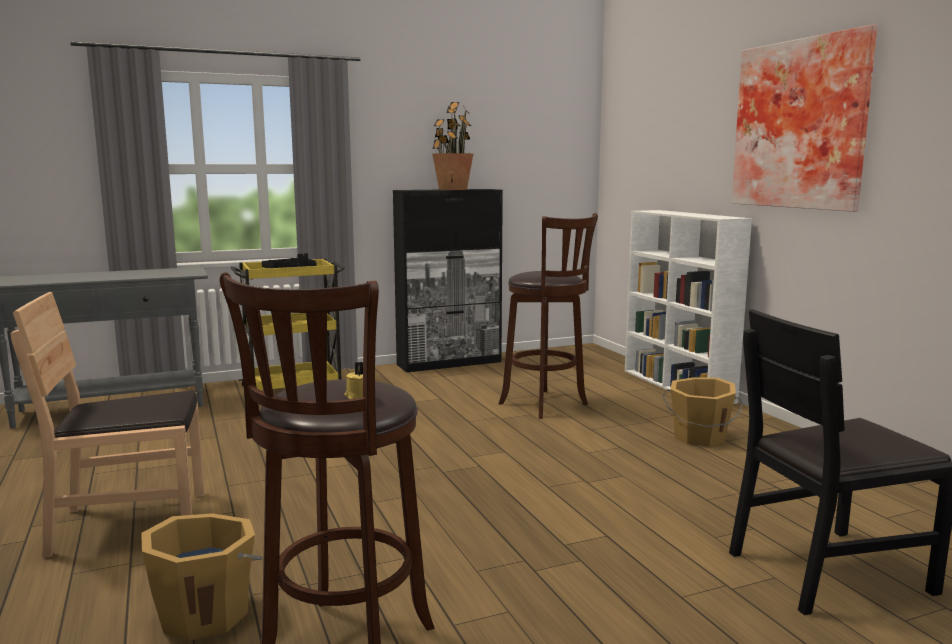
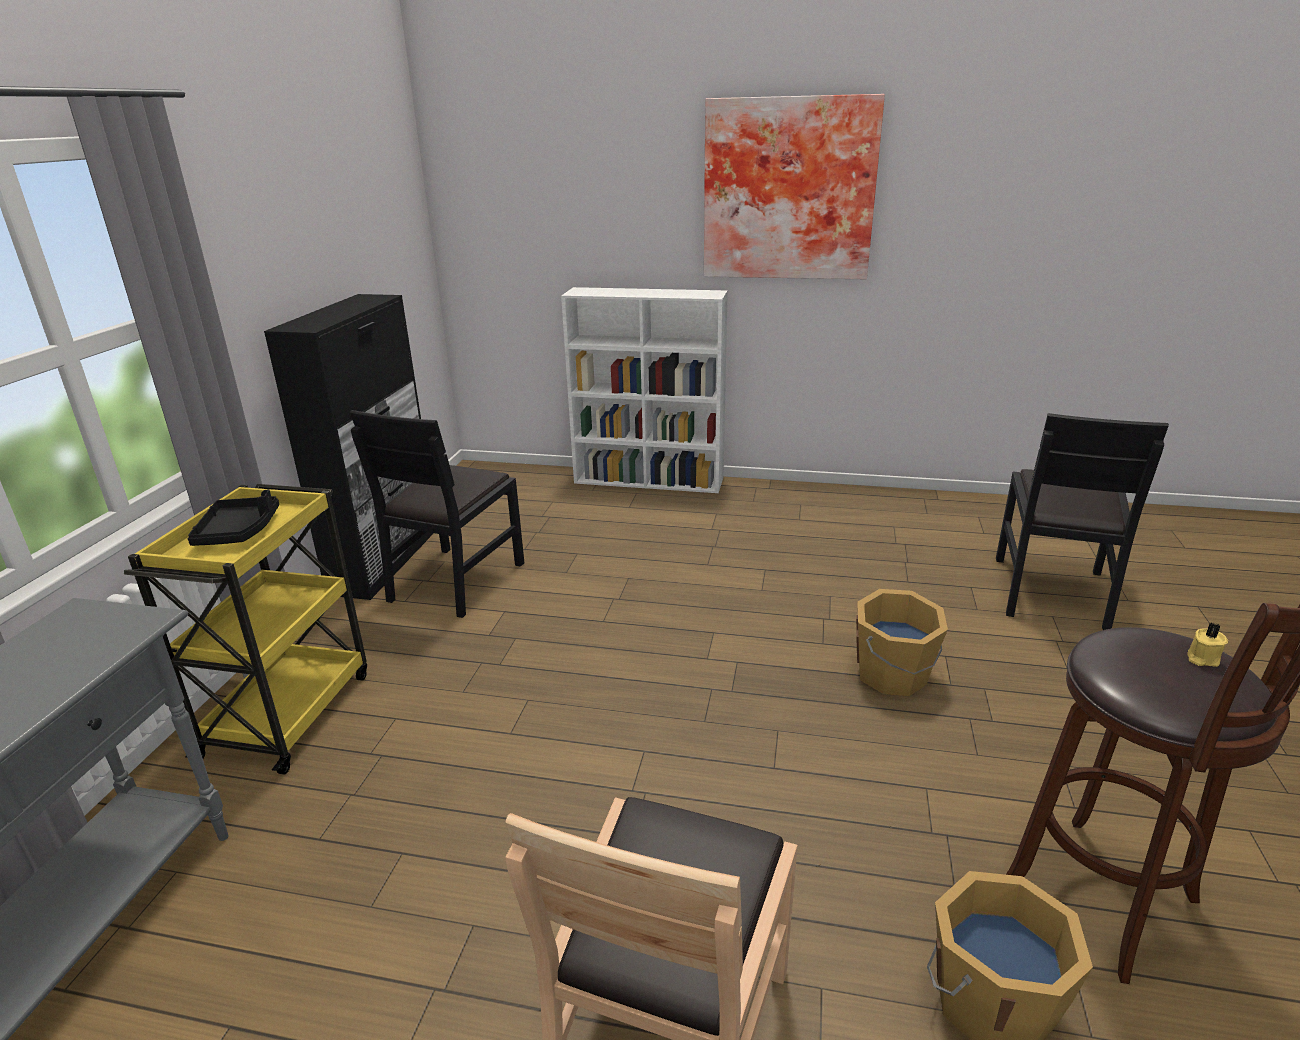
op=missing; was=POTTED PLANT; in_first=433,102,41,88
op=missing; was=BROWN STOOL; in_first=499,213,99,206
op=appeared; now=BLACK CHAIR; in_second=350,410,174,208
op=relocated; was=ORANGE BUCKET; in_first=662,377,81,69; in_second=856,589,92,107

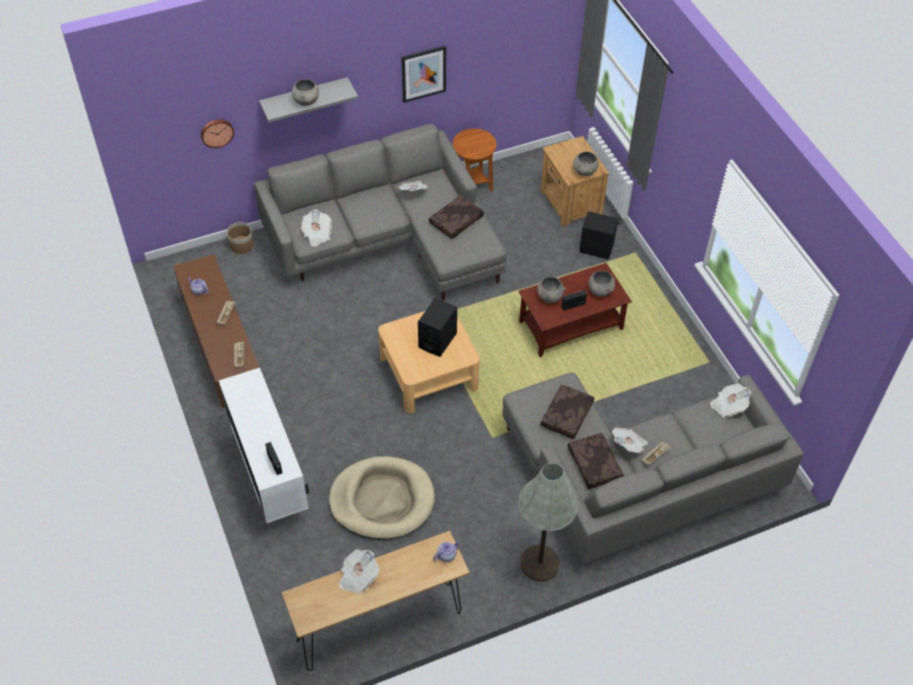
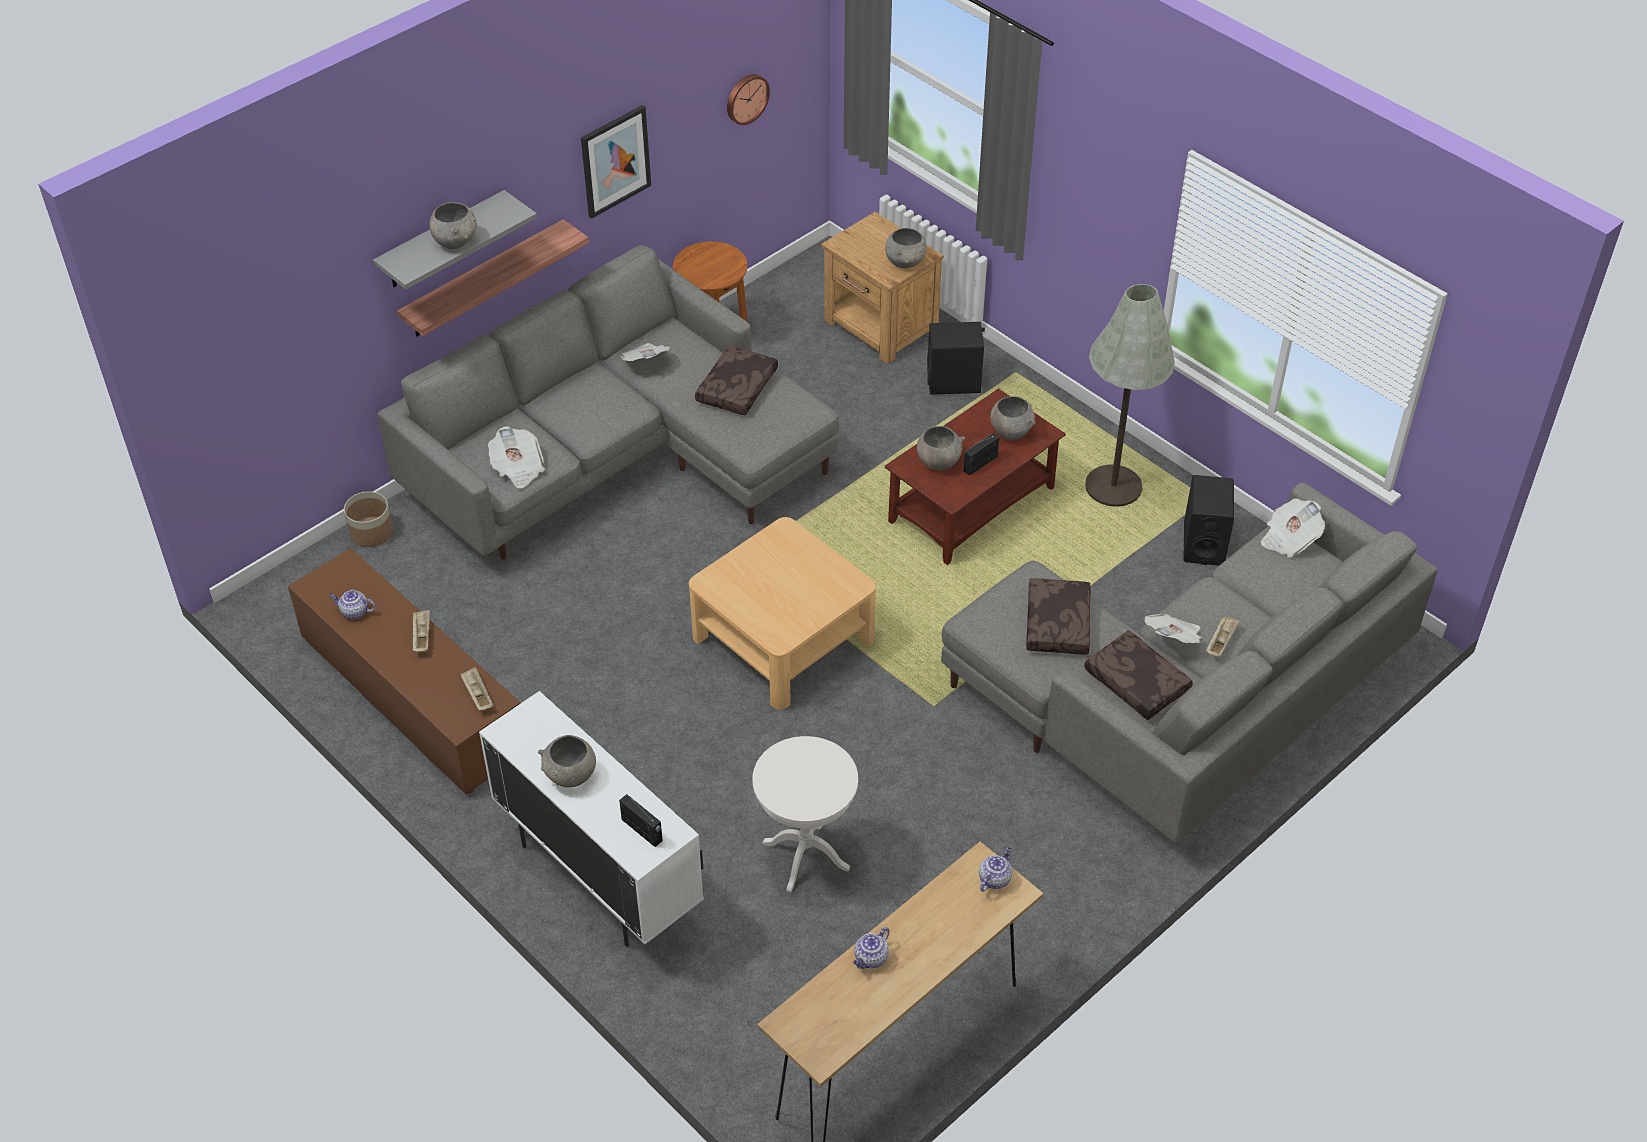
op=appeared; now=SHELF; in_second=397,219,192,118
op=appeared; now=GREY BOWL; in_second=538,735,58,53
op=relocated; was=WALL CLOCK; in_first=201,119,33,29; in_second=727,74,43,51
op=relocated; was=BLACK SPEAKER; in_first=418,298,39,59; in_second=1183,475,51,91
op=relocated; was=GREY FLOOR LAMP; in_first=518,463,60,118; in_second=1085,284,90,223
op=exchanged; was=BEIGE DOG BED; now=WHITE SIDE TABLE; in_first=329,456,106,84; in_second=753,736,105,156
op=exchanged; was=NEWSPAPER; now=TEAPOT; in_first=339,549,40,46; in_second=853,927,36,42

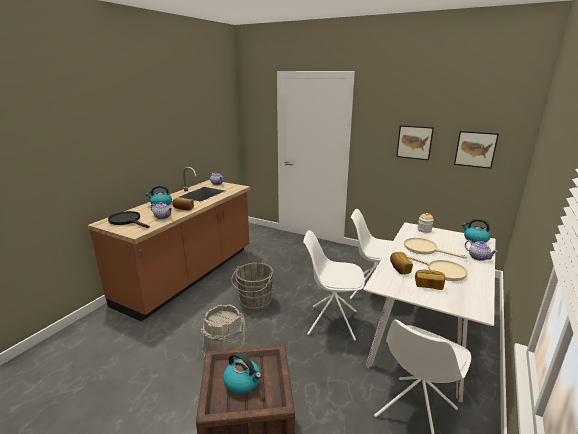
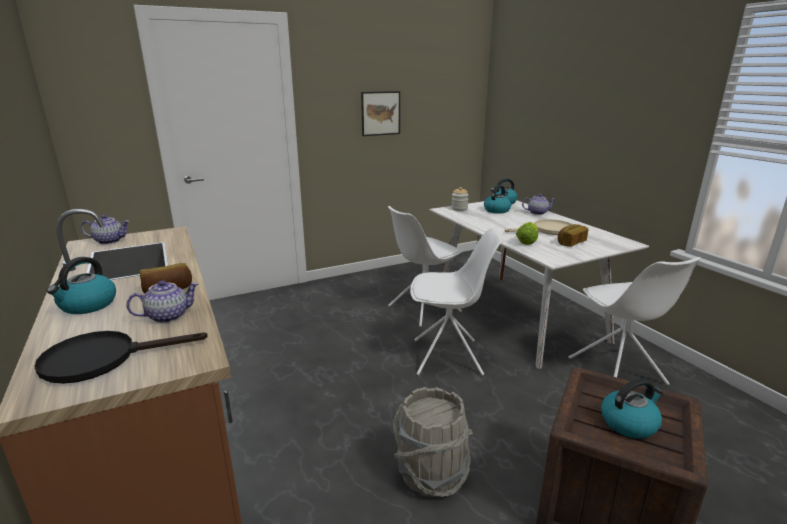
op=missing; was=GREY BUCKET; in_first=231,263,43,47
op=missing; was=BEIGE FRYING PAN; in_first=404,238,63,21
op=missing; was=PICTURE; in_first=454,131,45,38
op=appeared; now=KETTLE; in_second=484,185,27,29
op=exchanged; was=BREAD; now=LETTUCE; in_first=390,252,23,22; in_second=516,222,22,23
op=spun; was=WHITE CHAIR; in_first=303,230,62,111; in_second=410,228,93,148; clockwise=-135

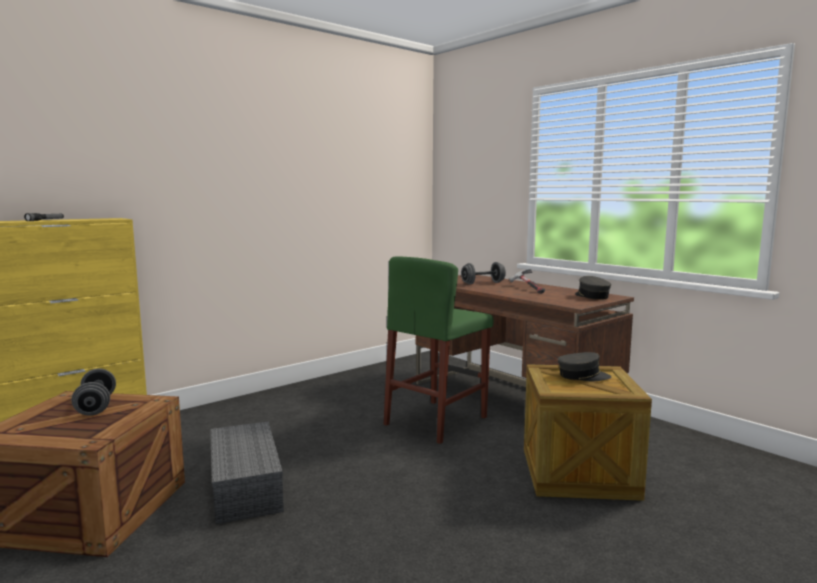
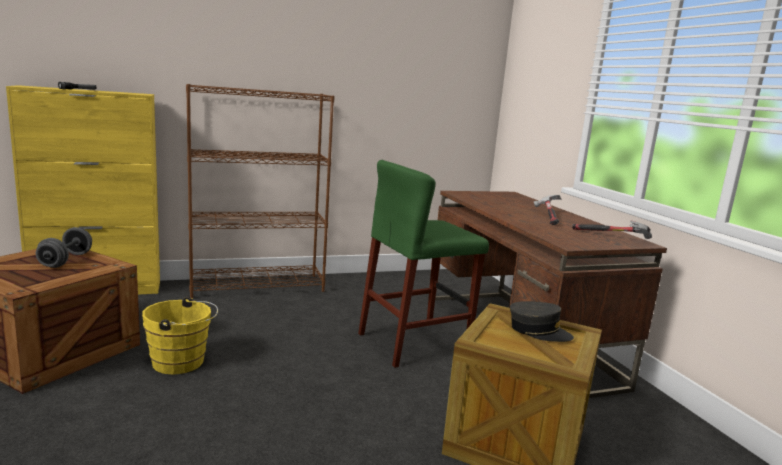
op=missing; was=GREY DUMBBELL; in_first=461,262,45,23
op=appeared; now=BROWN BOOKCASE; in_second=186,84,149,214
op=exchanged; was=GREY STORAGE BOX; now=YELLOW BUCKET; in_first=210,421,74,103; in_second=142,297,76,77
op=exchanged; was=GREY CAP; now=HAMMER; in_first=575,276,36,24; in_second=572,221,80,18

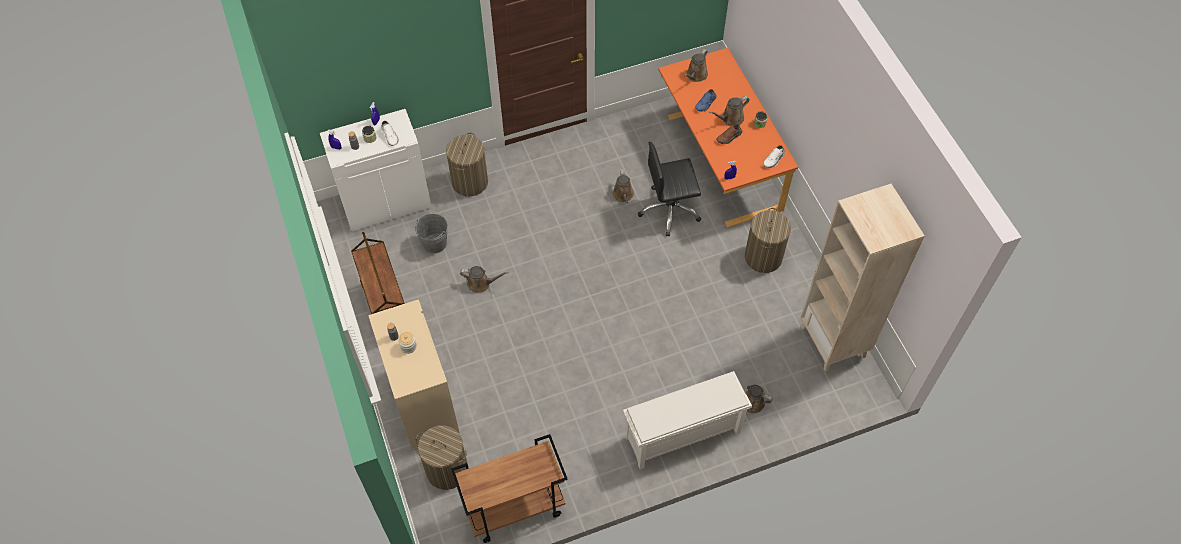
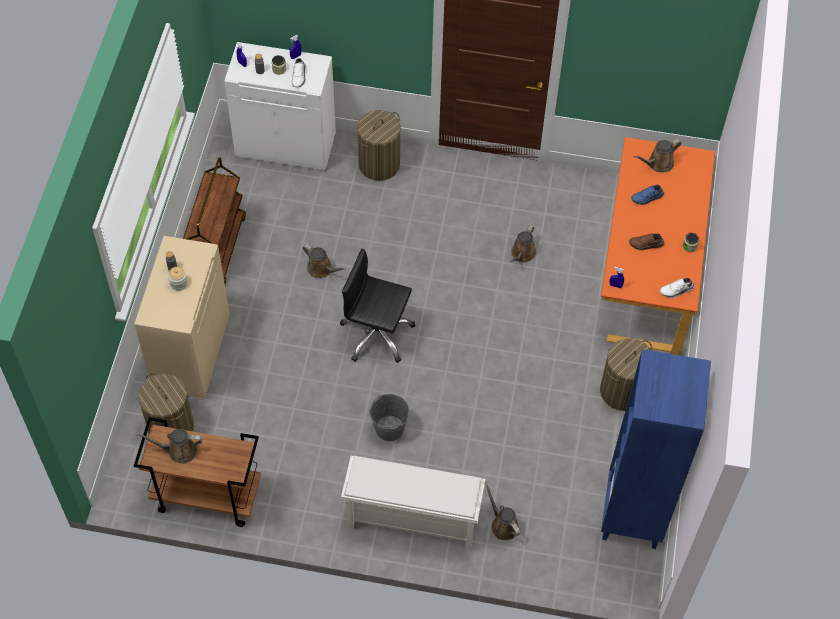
op=relocated; was=GREY BUCKET; in_first=415,214,33,39; in_second=370,394,40,47
op=relocated; was=BLACK OFFICE CHAIR; in_first=638,142,63,95; in_second=340,248,75,115
op=relocated; was=BROWN WATERING CAN; in_first=709,96,41,30; in_second=136,429,66,35
op=colour; was=BEIGE BOOKCASE; now=BLUE BOOKCASE; in_first=801,184,124,188; in_second=601,349,110,200

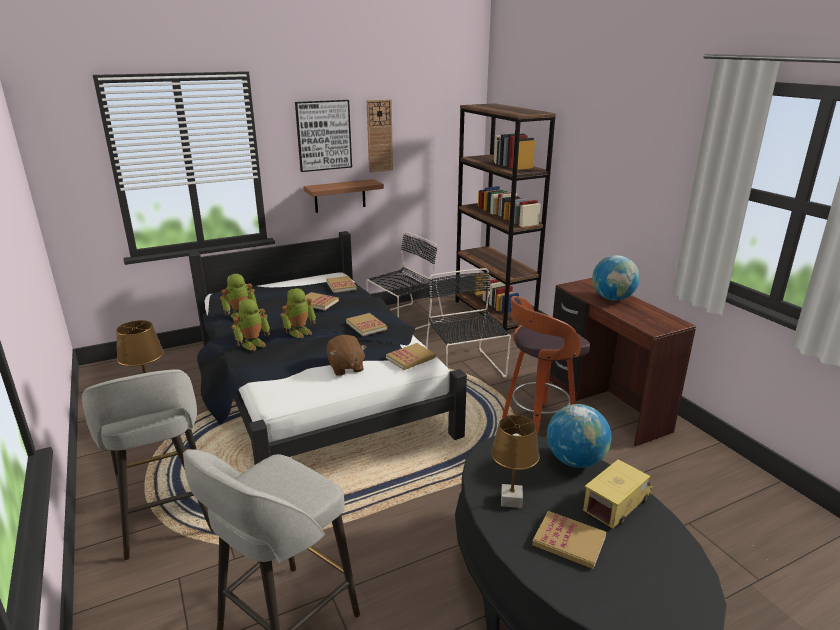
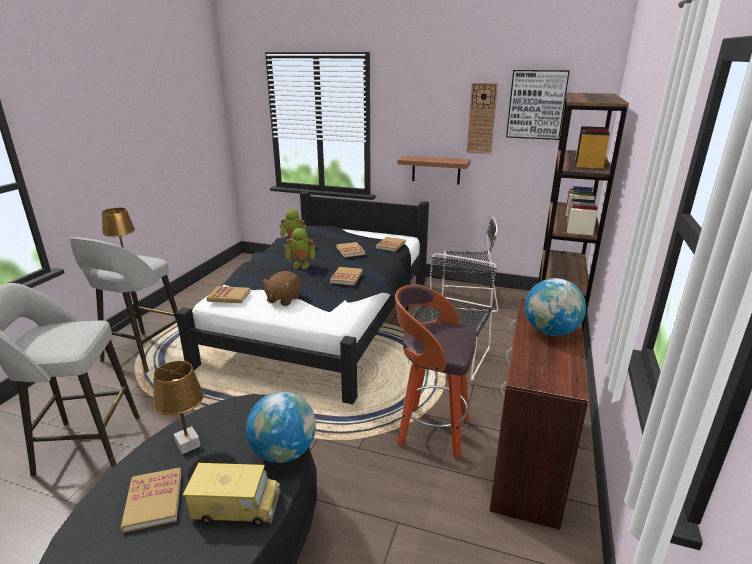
op=missing; was=TOY ROBOT; in_first=231,299,39,52
op=relocated; was=PICTURE; in_first=295,100,57,72; in_second=506,70,64,70
op=relocated; was=BOOK; in_first=386,343,50,27; in_second=206,286,45,17

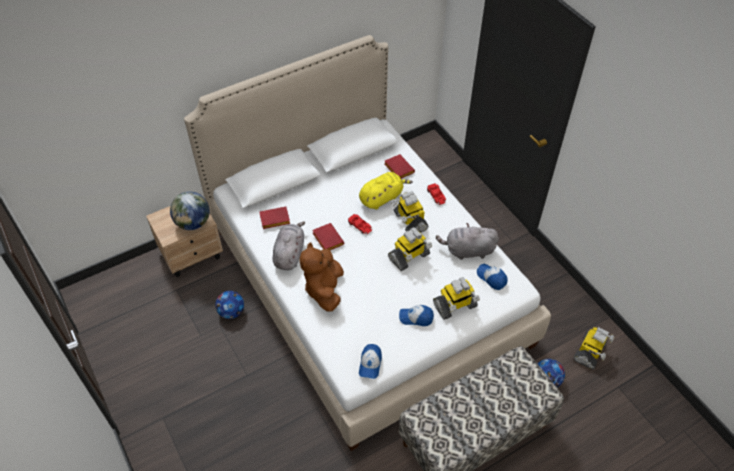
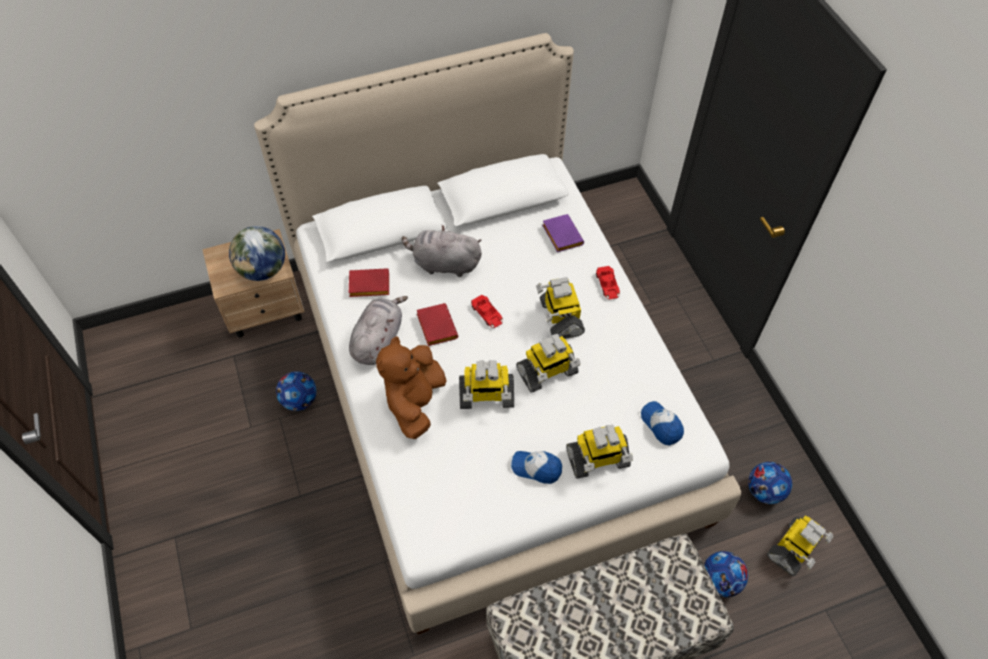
op=missing; was=YELLOW PLUSH TOY; in_first=359,172,54,38
op=missing; was=CAP; in_first=359,344,23,35
op=appeared; now=TOY ROBOT; in_second=459,360,55,49
op=appeared; now=FOOTBALL; in_second=748,462,44,42
op=relocated; was=GREY PLUSH TOY; in_first=436,223,63,37; in_second=402,225,80,52
op=colour; was=RED BOOK; now=PURPLE BOOK; in_first=384,154,31,25; in_second=542,214,42,38

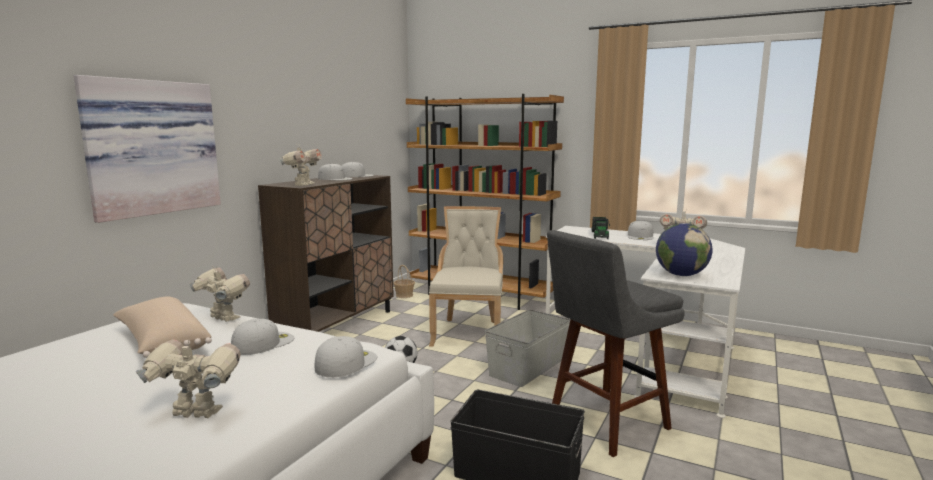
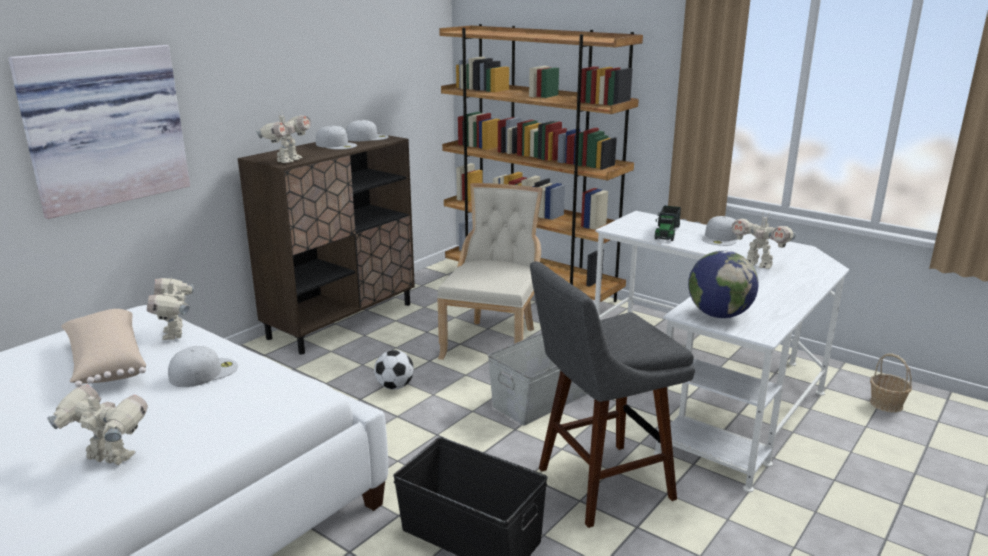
op=missing; was=WHITE CAP; in_first=315,336,62,42
op=relocated; was=BASKET; in_first=393,265,22,33; in_second=870,353,42,60
op=spun; was=TOY ROBOT; in_first=189,267,61,55; in_second=147,276,47,64; clockwise=-150

